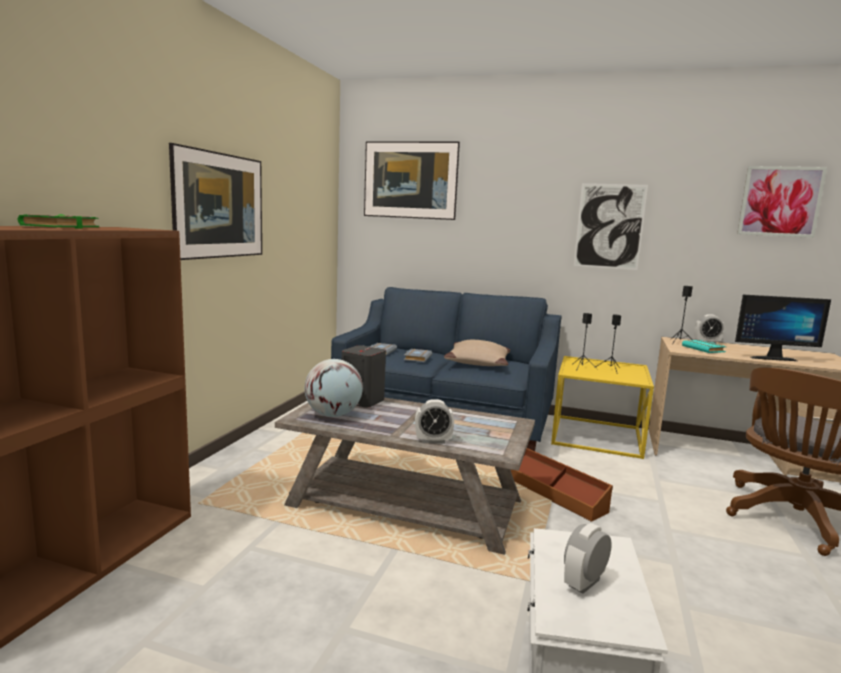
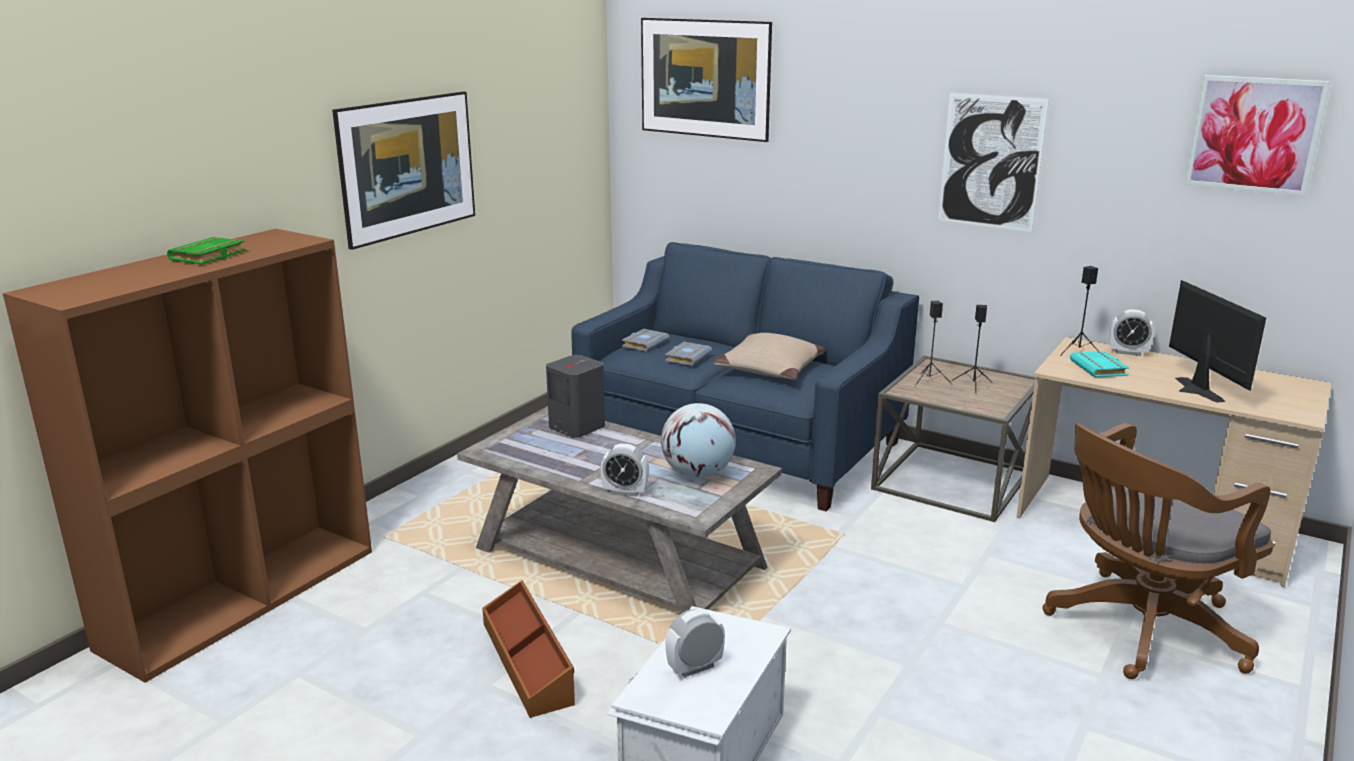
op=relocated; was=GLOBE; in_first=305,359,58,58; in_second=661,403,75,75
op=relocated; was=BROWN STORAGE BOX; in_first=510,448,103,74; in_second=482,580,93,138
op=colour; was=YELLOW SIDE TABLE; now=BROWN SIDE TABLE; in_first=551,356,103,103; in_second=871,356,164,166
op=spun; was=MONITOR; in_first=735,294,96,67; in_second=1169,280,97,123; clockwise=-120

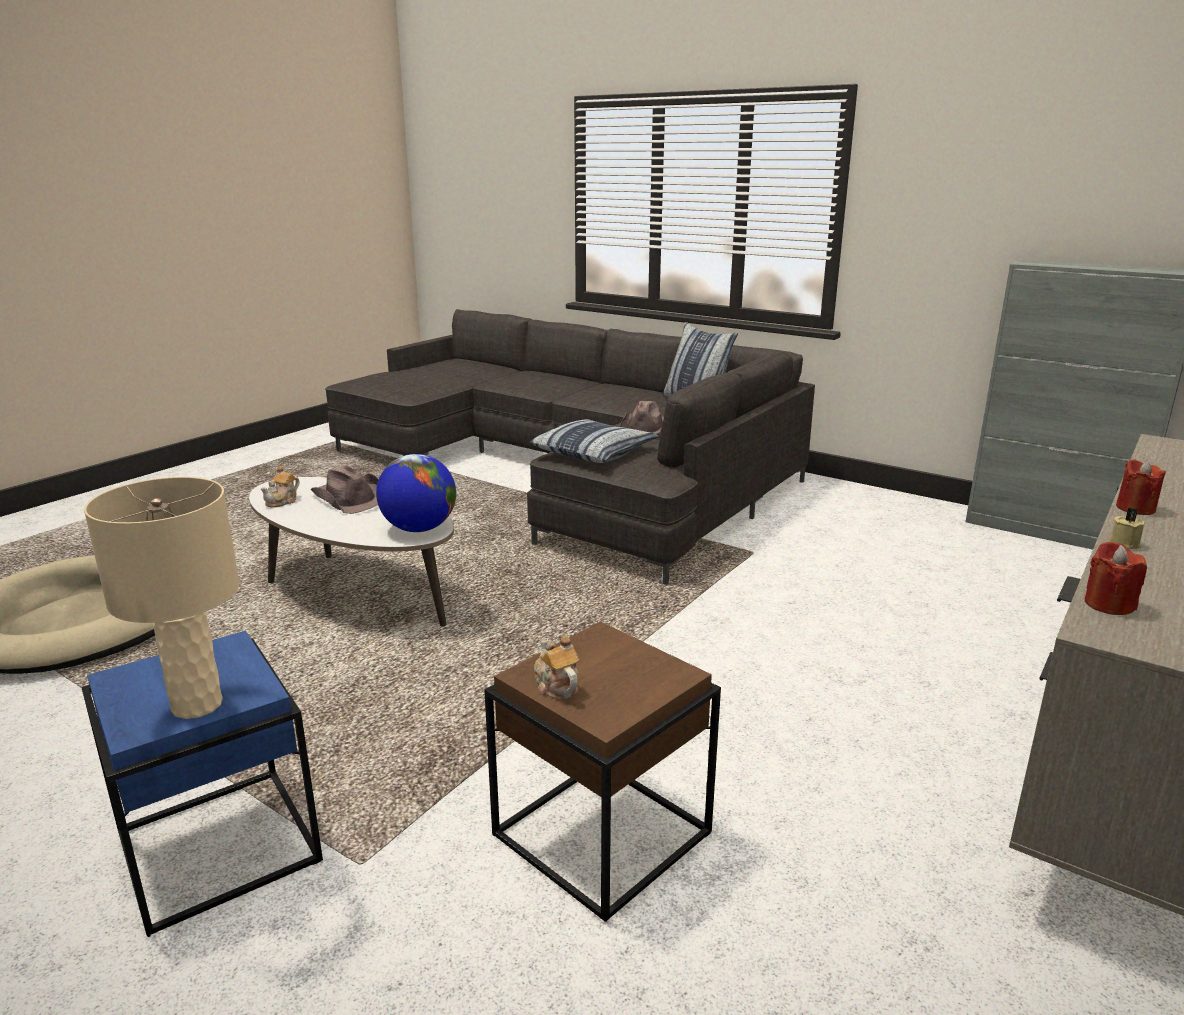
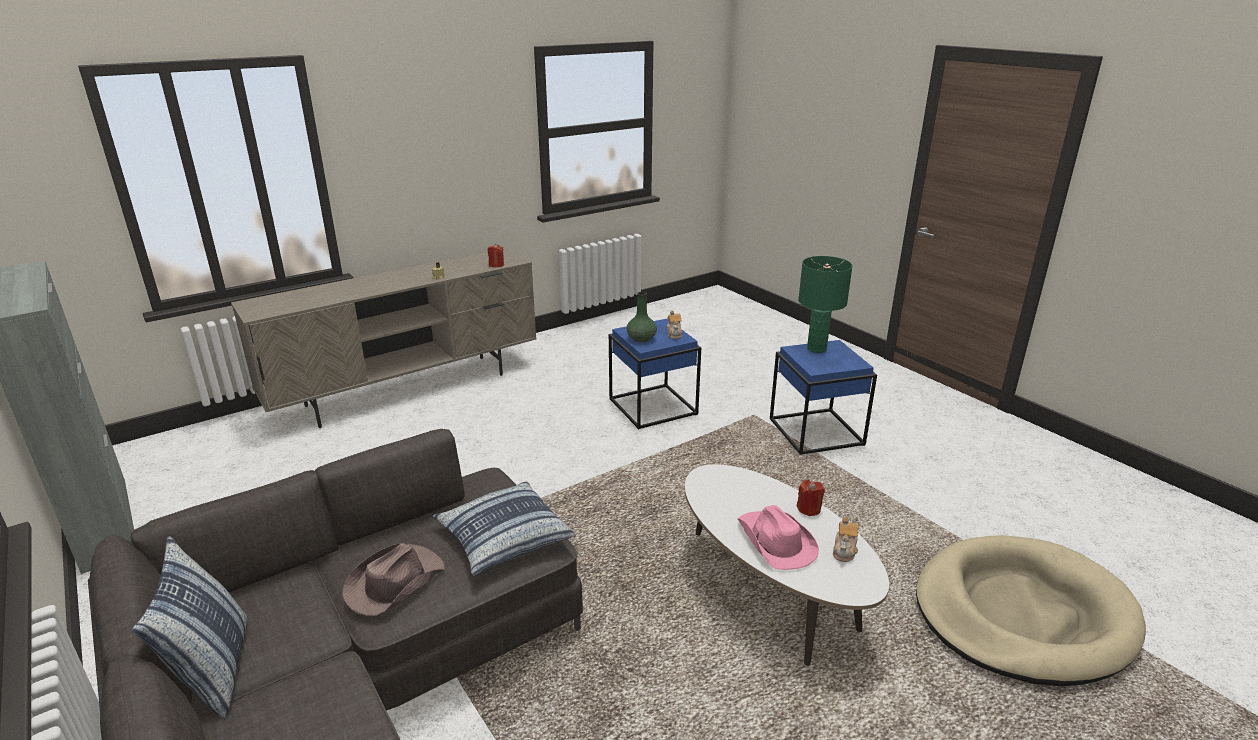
op=missing; was=GLOBE; in_first=376,454,80,78
op=appeared; now=GREEN VASE; in_second=627,292,30,50
op=relocated; was=RED CANDLE; in_first=1116,459,50,56; in_second=797,480,28,36
op=colour; was=BEIGE TABLE LAMP; now=GREEN TABLE LAMP; in_first=84,477,156,242; in_second=798,256,54,97
op=colour; was=BROWN HAT; now=PINK HAT; in_first=310,465,69,49; in_second=738,505,81,65
op=colour; was=BROWN SIDE TABLE; now=BLUE SIDE TABLE; in_first=484,622,237,300; in_second=609,319,92,111
op=spun; was=TEAPOT; in_first=260,466,39,41; in_second=833,517,26,45; clockwise=150

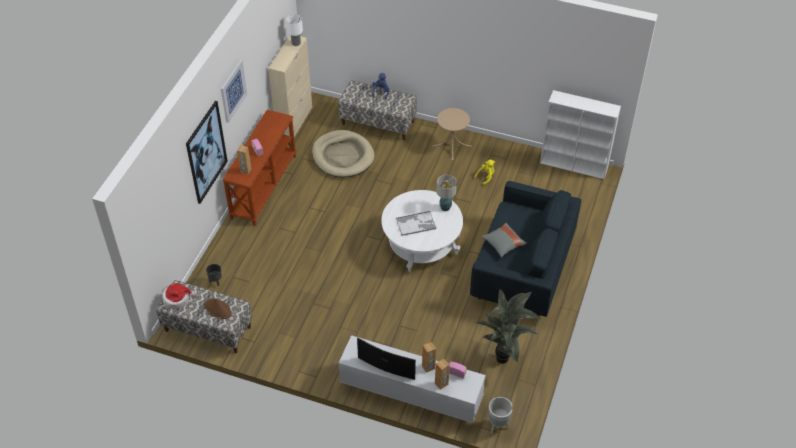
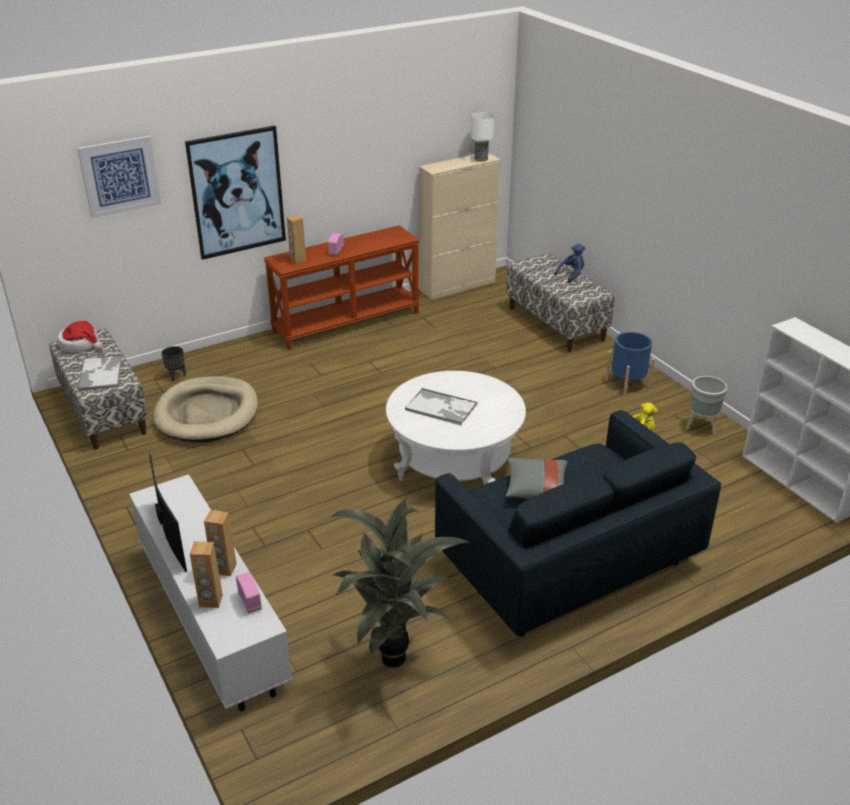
op=missing; was=TABLE LAMP; in_first=436,175,21,36
op=relocated; was=PICTURE; in_first=221,60,26,63; in_second=77,136,84,82
op=relocated; was=BEIGE DOG BED; in_first=312,130,63,48; in_second=153,376,105,67
op=relocated; was=GREY PLANTER; in_first=489,397,24,36; in_second=686,376,41,58
op=exchanged; was=BROWN HAT; now=TRAY; in_first=205,298,27,21; in_second=77,355,45,36
op=exchanged; was=BEIGE SIDE TABLE; now=BLUE PLANTER; in_first=433,108,39,52; in_second=605,332,50,63

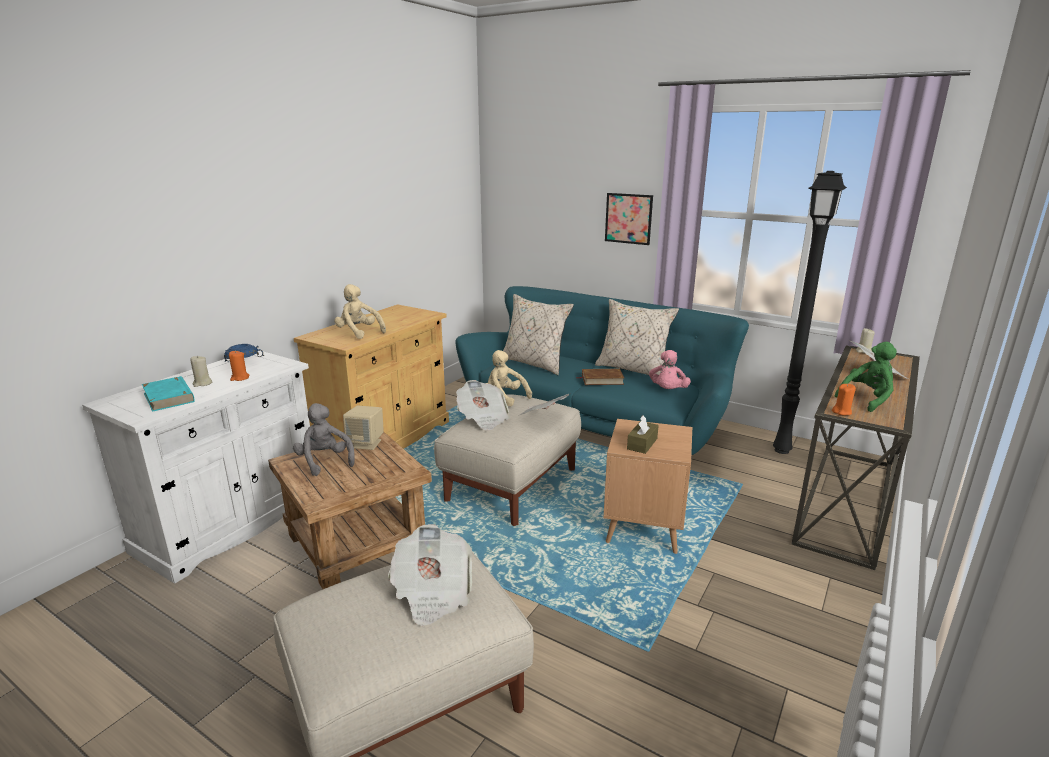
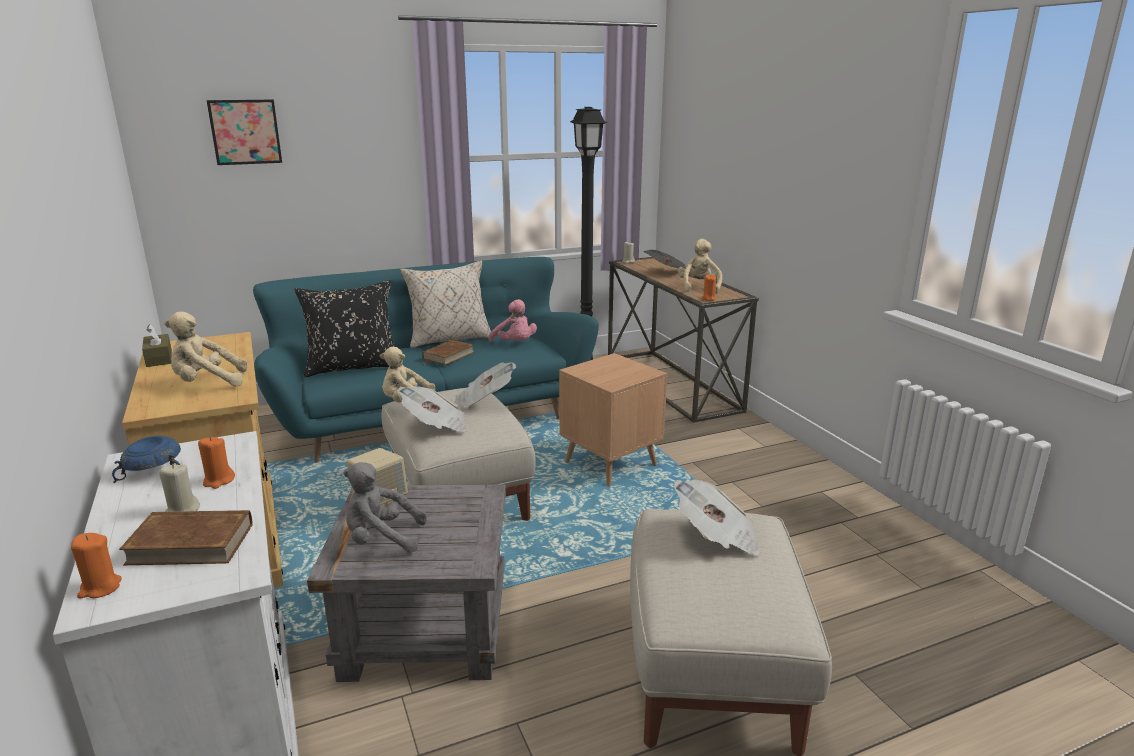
op=appeared; now=ORANGE CANDLE; in_second=71,533,51,66
op=relocated; was=PICTURE; in_first=605,193,48,52; in_second=207,100,75,65
op=relocated; was=BROWN TISSUE BOX; in_first=627,415,32,39; in_second=142,324,30,43
op=colour; was=TURQUOISE BOOK; now=BROWN BOOK; in_first=142,376,52,36; in_second=119,510,134,55
op=colour; was=BROWN SIDE TABLE; now=GREY SIDE TABLE; in_first=268,432,164,157; in_second=307,485,199,197
op=colour; was=BEIGE PILLOW; now=BLACK PILLOW; in_first=503,294,71,81; in_second=294,280,101,97
op=colour; was=GREEN PLUSH TOY; now=BEIGE PLUSH TOY; in_first=835,342,62,70; in_second=678,239,44,55

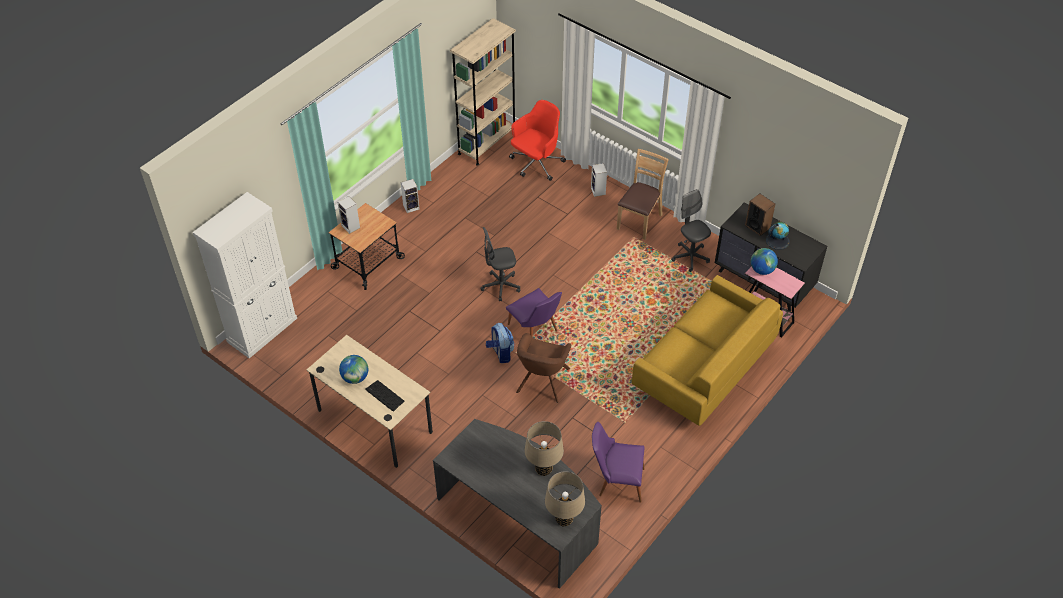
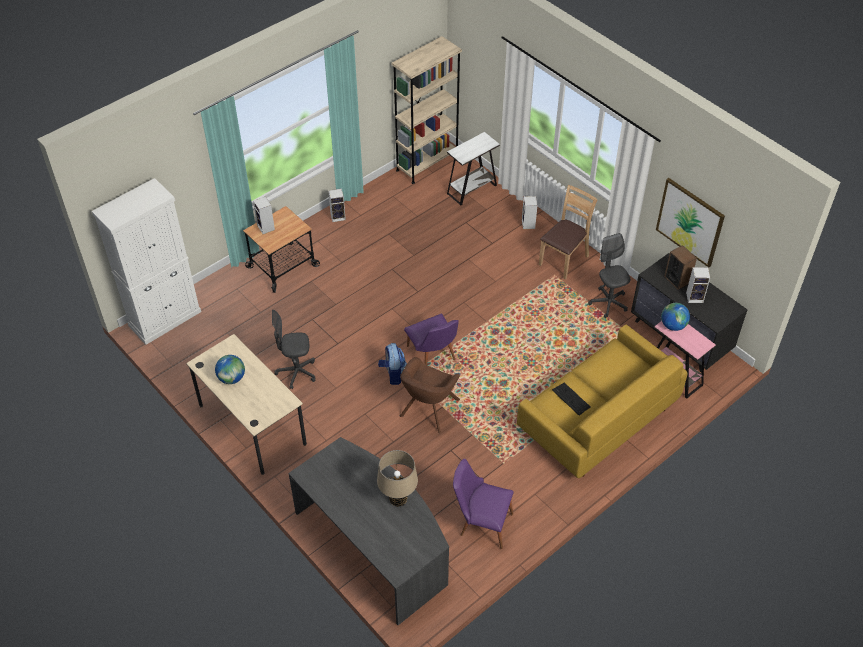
op=missing; was=BEIGE TABLE LAMP; in_first=545,471,40,55
op=appeared; now=PICTURE; in_second=656,178,69,89
op=relocated; was=KEYBOARD; in_first=365,380,40,32; in_second=552,383,38,33
op=relocated; was=GREY OFFICE CHAIR; in_first=481,227,39,75; in_second=272,310,43,79
op=exchanged; was=RED OFFICE CHAIR; now=WHITE SIDE TABLE; in_first=509,100,57,81; in_second=447,132,53,74
op=exchanged; was=GLOBE; now=SPEAKER; in_first=766,222,24,28; in_second=686,267,24,36

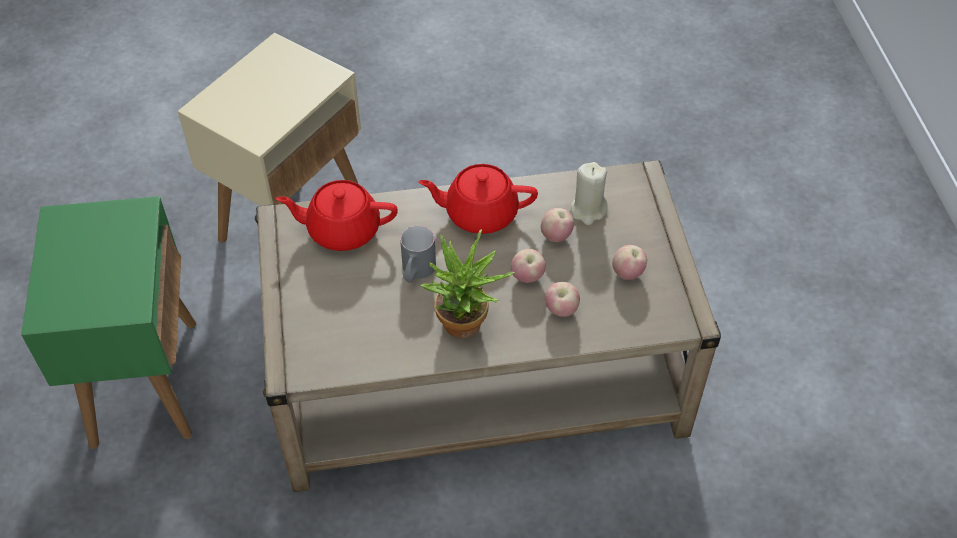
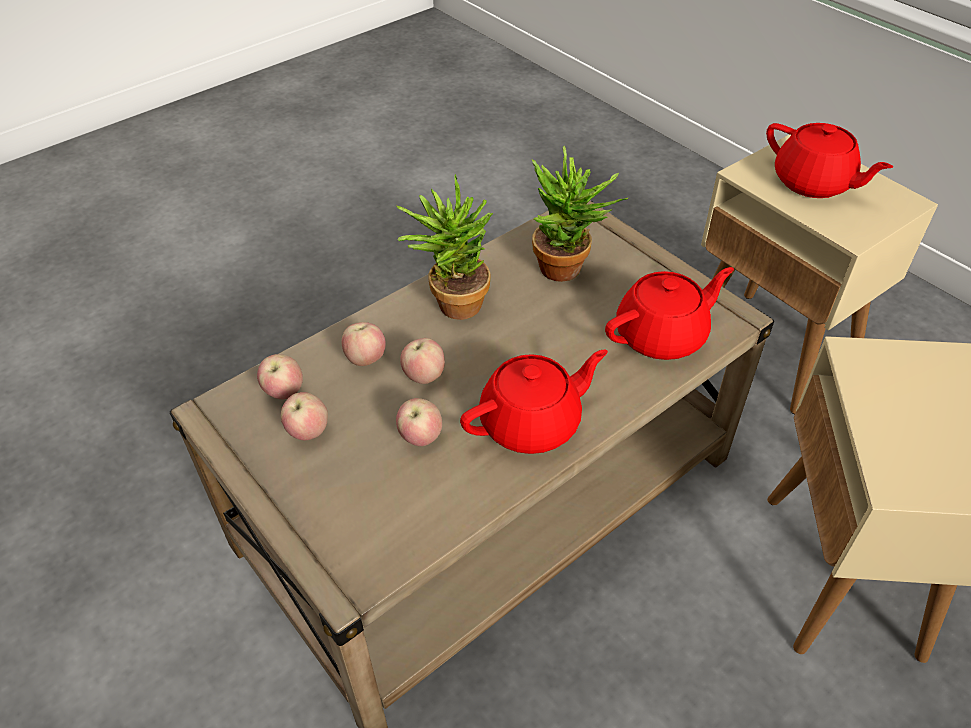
op=missing; was=GREY MUG; in_first=400,225,36,58
op=missing; was=BEIGE CANDLE; in_first=571,162,37,63
op=appeared; now=APPLE; in_second=257,354,46,45
op=appeared; now=POTTED PLANT; in_second=532,146,96,136
op=appeared; now=RED TEAPOT; in_second=766,123,127,75
op=colour; was=GREEN SIDE TABLE; now=BEIGE SIDE TABLE; in_first=21,196,175,253; in_second=701,134,237,280

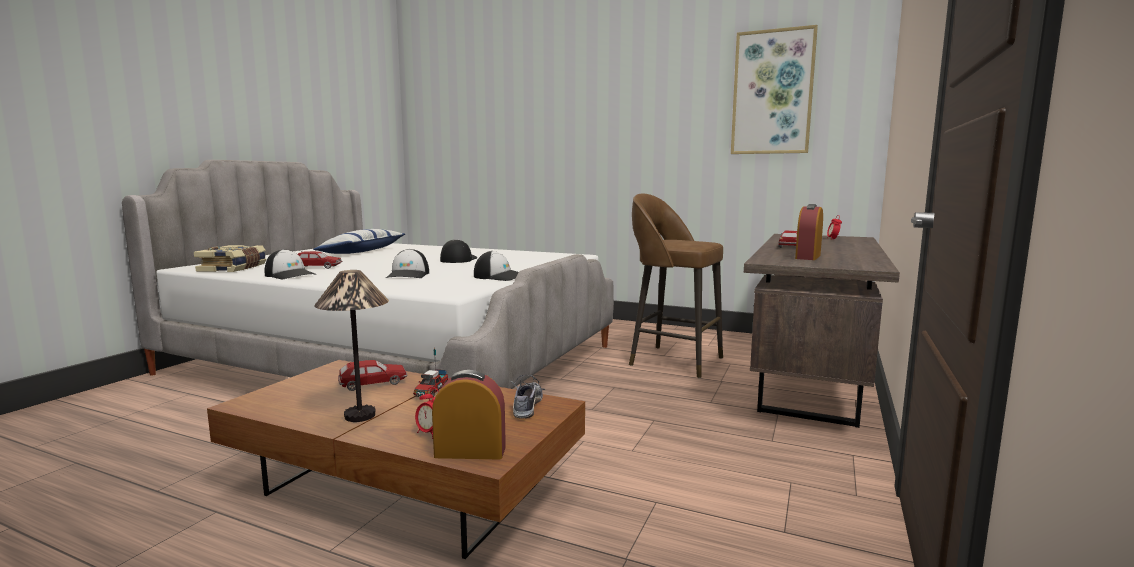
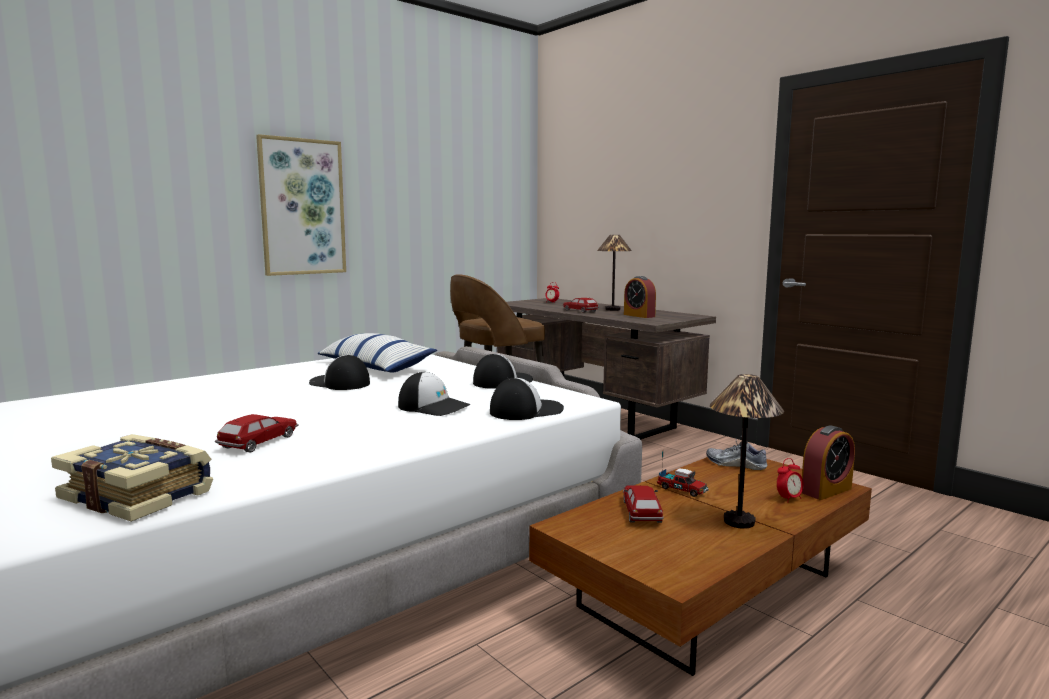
op=appeared; now=TABLE LAMP; in_second=597,235,35,76
op=relocated; was=CAP; in_first=265,249,50,30; in_second=490,377,74,43
op=relocated; was=PILLOW; in_first=313,229,92,25; in_second=318,333,119,40
op=relocated; was=PICTURE; in_first=731,25,87,129; in_second=256,134,90,142
op=spun; was=ALARM CLOCK; in_first=432,370,74,90; in_second=802,425,53,75; clockwise=-150

